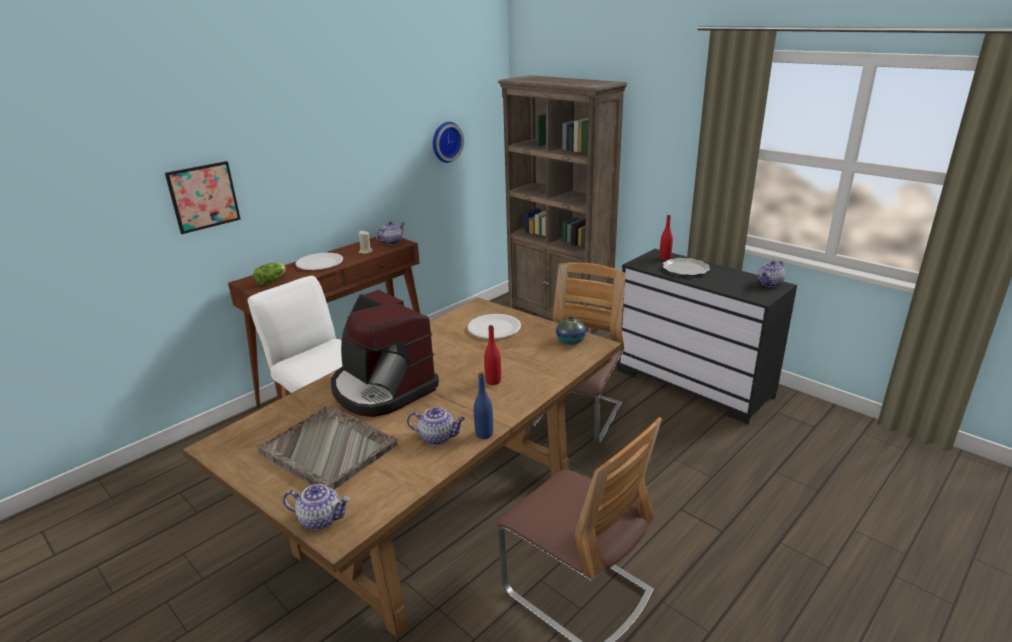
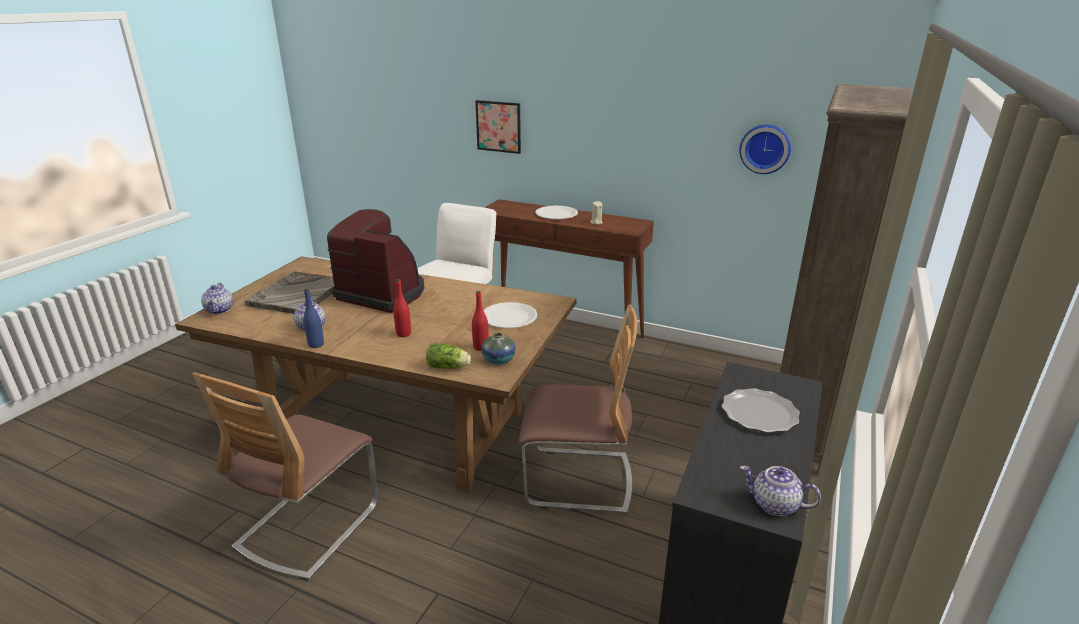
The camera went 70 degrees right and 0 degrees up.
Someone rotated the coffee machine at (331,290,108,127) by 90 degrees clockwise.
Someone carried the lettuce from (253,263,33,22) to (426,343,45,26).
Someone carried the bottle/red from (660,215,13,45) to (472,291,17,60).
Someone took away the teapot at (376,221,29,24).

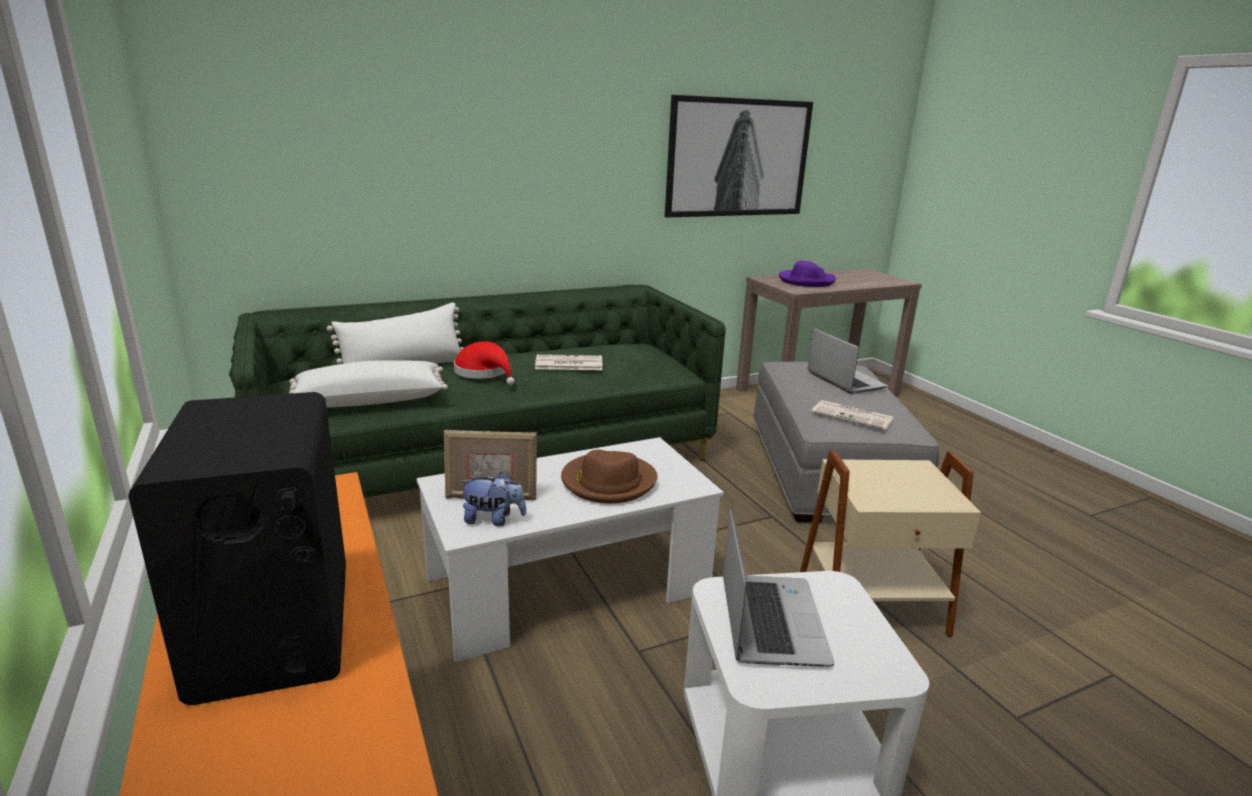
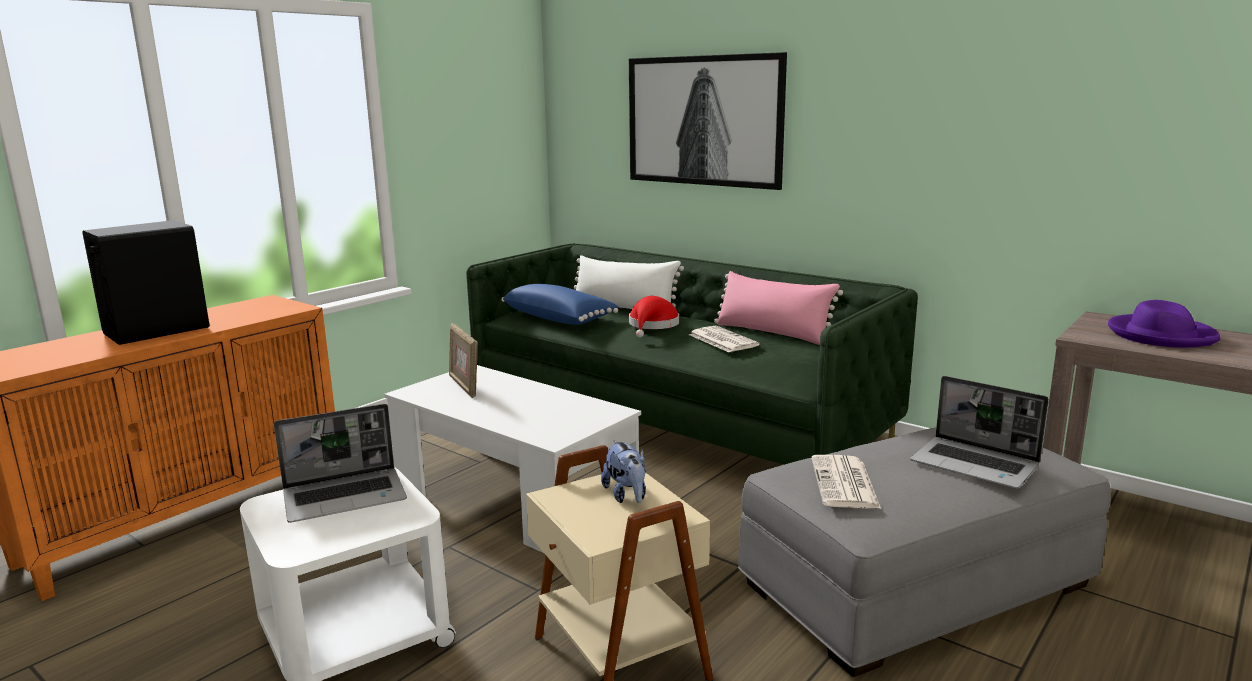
The camera went 65 degrees right and 5 degrees down.
Someone repainted the pillow/white at (289,360,159,48), which became the pillow/blue at (501,284,118,41).
Someone carried the plush toy from (459,472,67,54) to (601,440,45,63).
Someone carried the picture from (665,95,148,123) to (629,52,158,138).
Someone put down the pillow/pink at (714,271,129,74).
Someone rotated the laptop at (807,328,81,66) by 90 degrees clockwise.
Someone took away the hat/brown at (561,450,97,53).

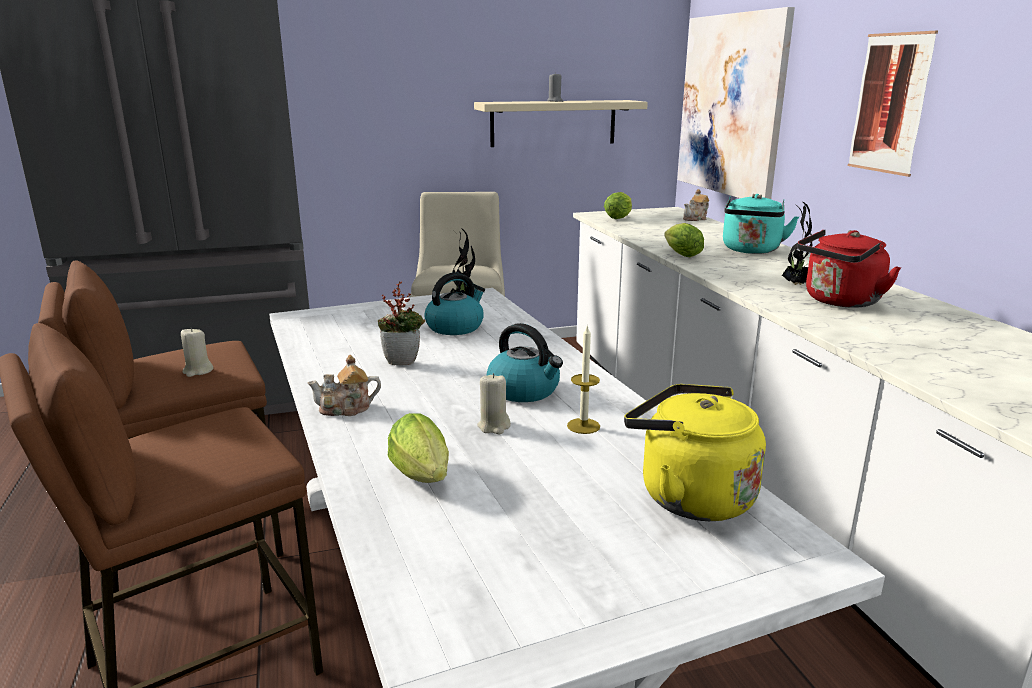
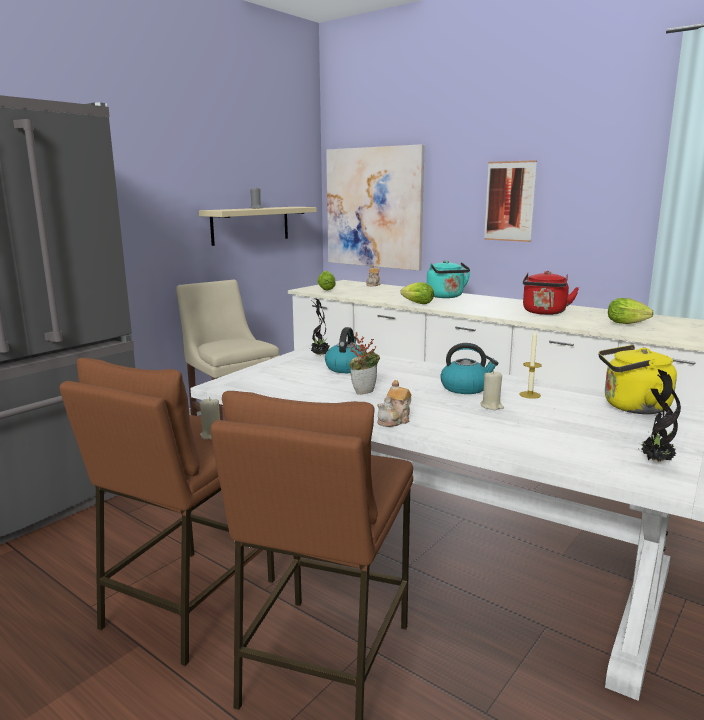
The camera went 35 degrees left and 5 degrees down.
Someone carried the lettuce from (388,413,61,70) to (608,298,46,26).
Someone carried the potted plant from (782,202,30,83) to (638,369,43,93).

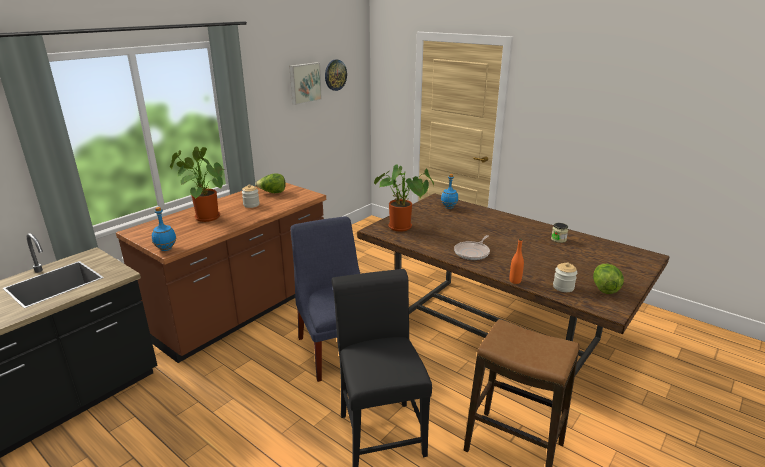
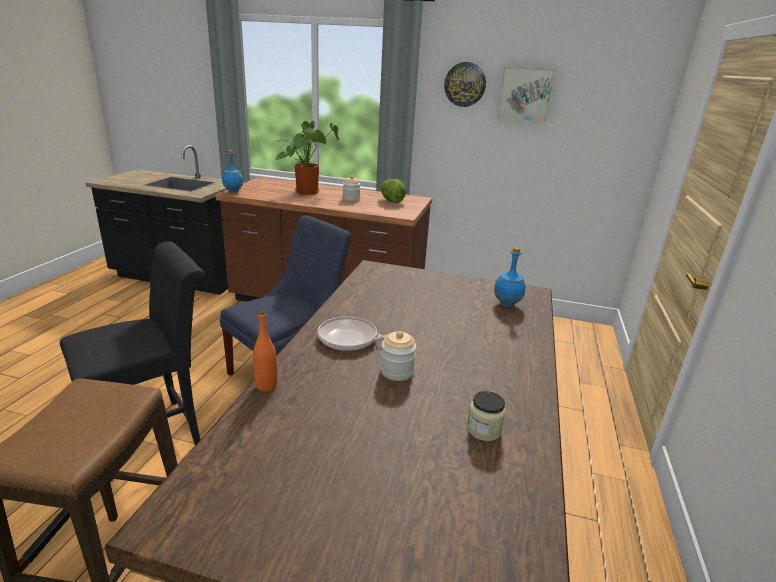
The camera went 65 degrees right and 0 degrees up.
Someone carried the jar from (553,262,24,30) to (380,331,36,50).
Someone carried the wall clock from (325,60,22,31) to (444,62,42,45).
Someone took away the potted plant at (374,164,60,68).
Someone took away the lettuce at (593,264,31,30).

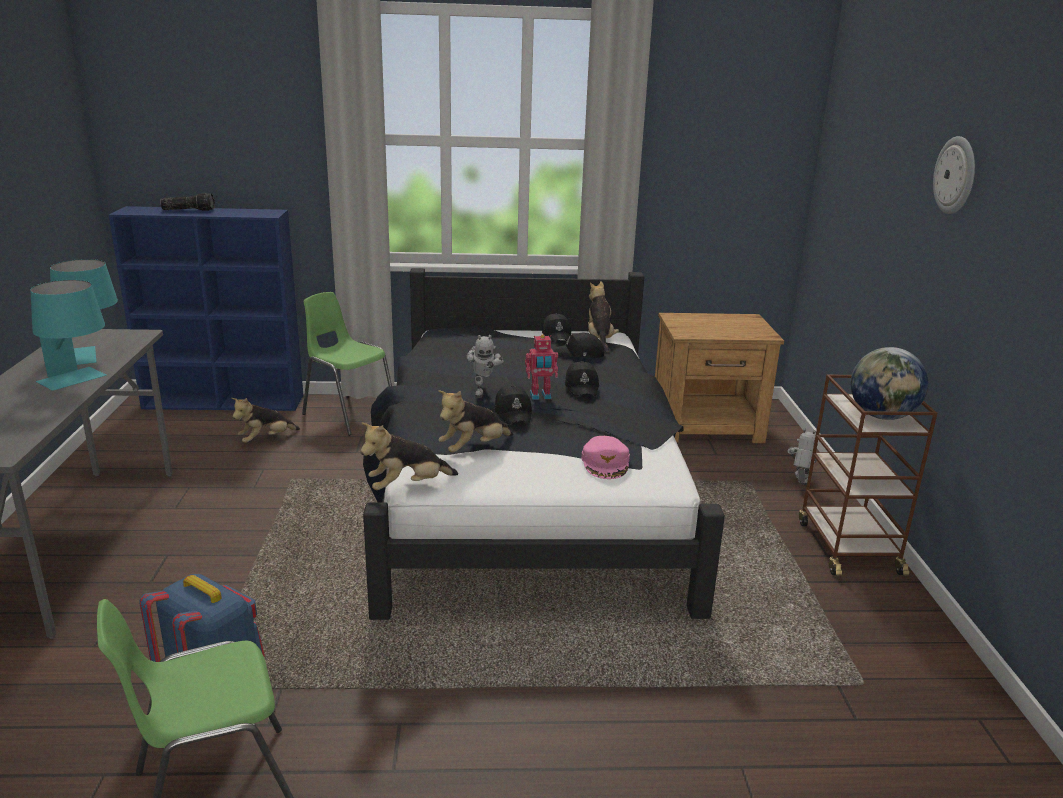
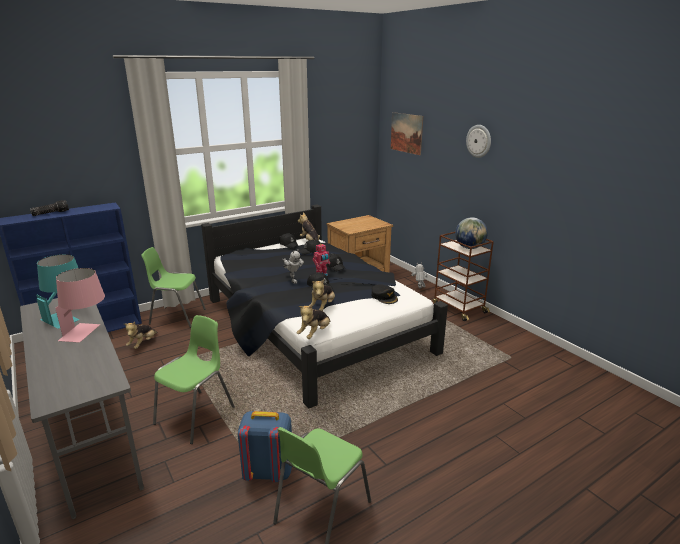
The camera went 30 degrees left and 0 degrees up.
Someone repainted the table lamp/turquoise at (30,280,76,111), which became the table lamp/pink at (55,268,50,74).
Someone put down the chair/green at (153,315,82,129).
Someone repainted the cap/pink at (581,436,49,43), which became the cap/black at (371,284,27,20).
Someone put up the picture at (391,112,32,43).

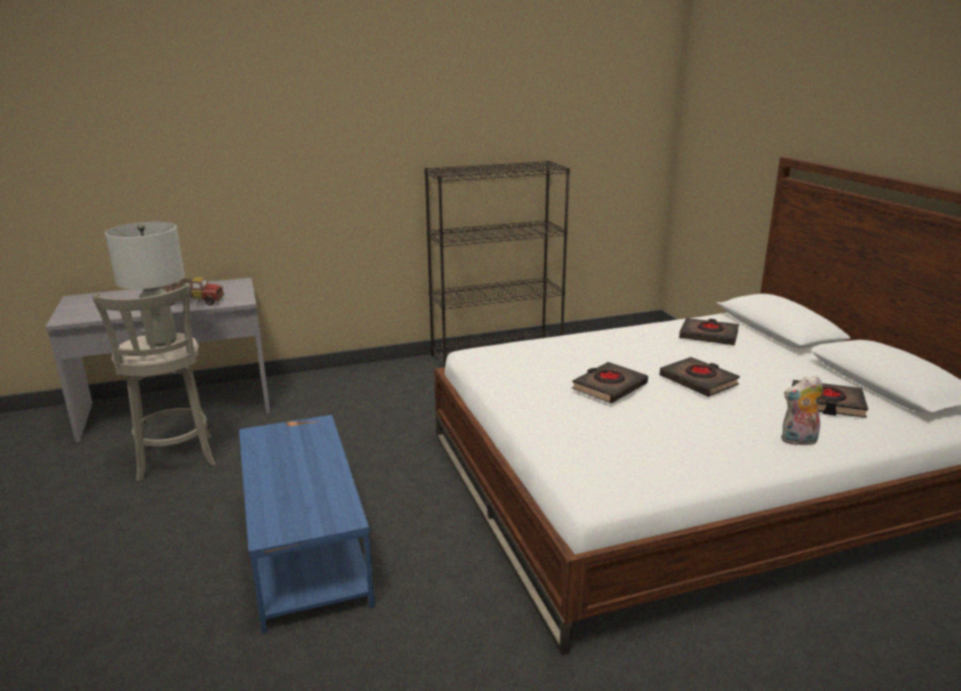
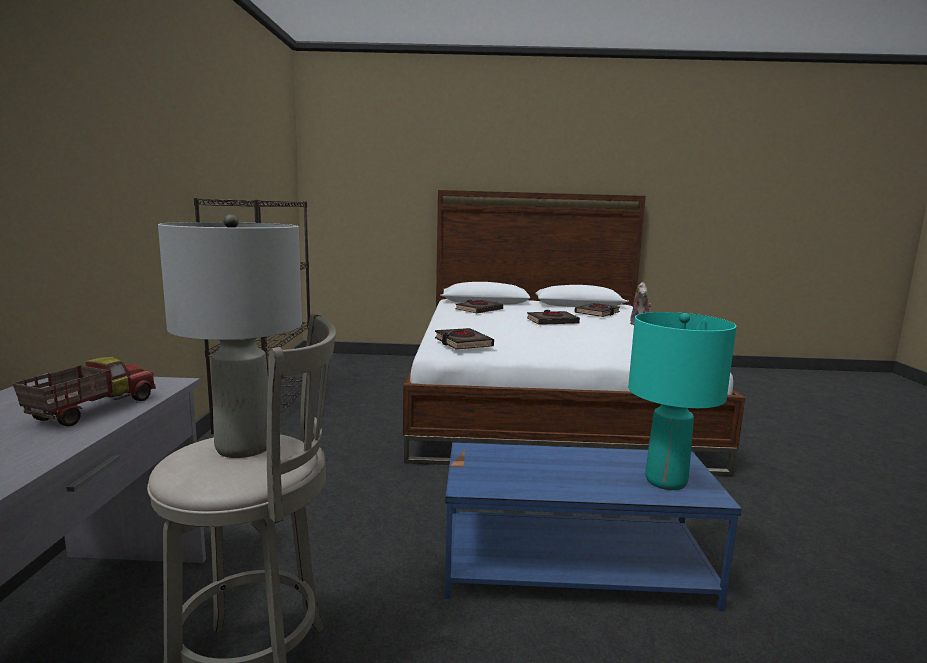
The camera went 70 degrees left and 10 degrees down.
Someone carried the book/black from (572,362,76,41) to (435,328,59,21).
Someone put down the table lamp/turquoise at (628,312,109,178).

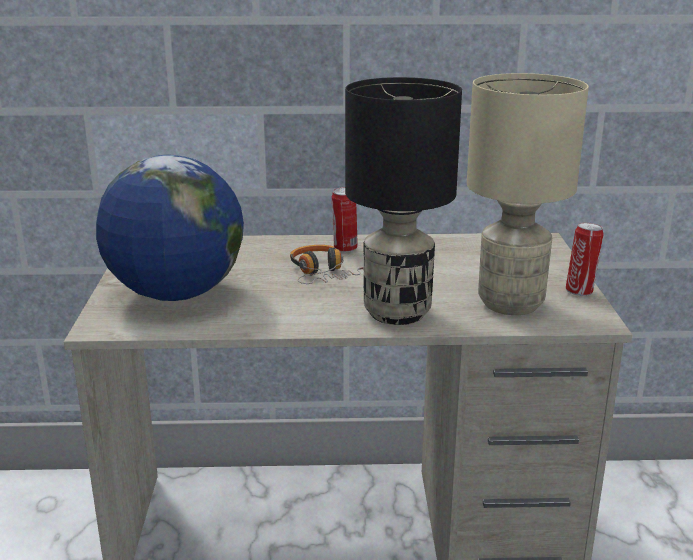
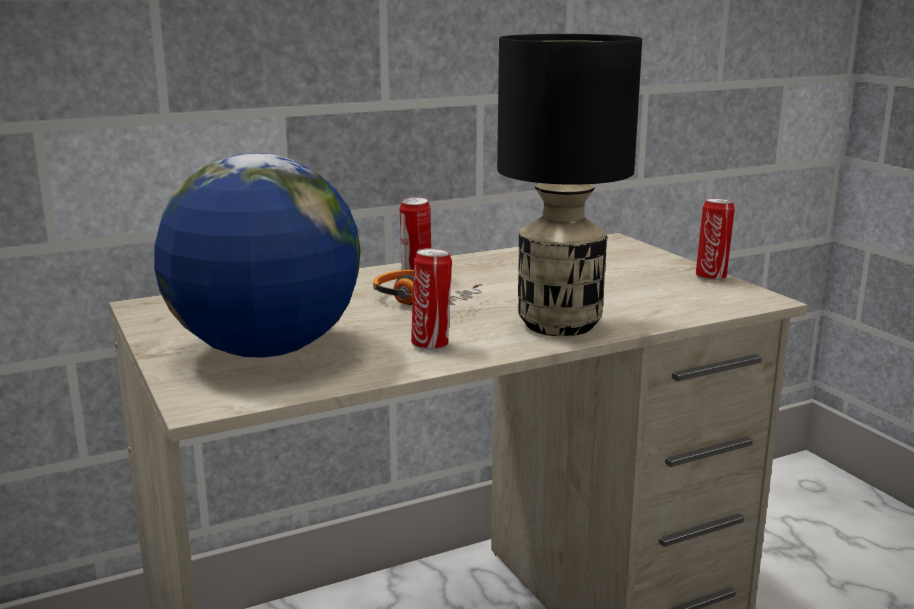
The camera went 25 degrees left and 5 degrees down.
Someone put down the can at (411,248,41,102).
Someone took away the table lamp/beige at (467,73,122,242).

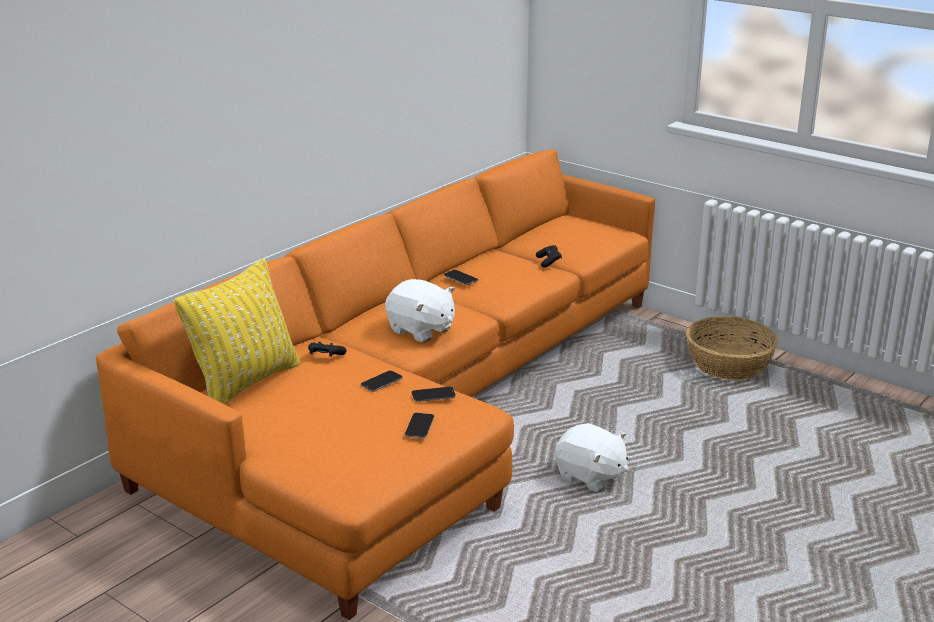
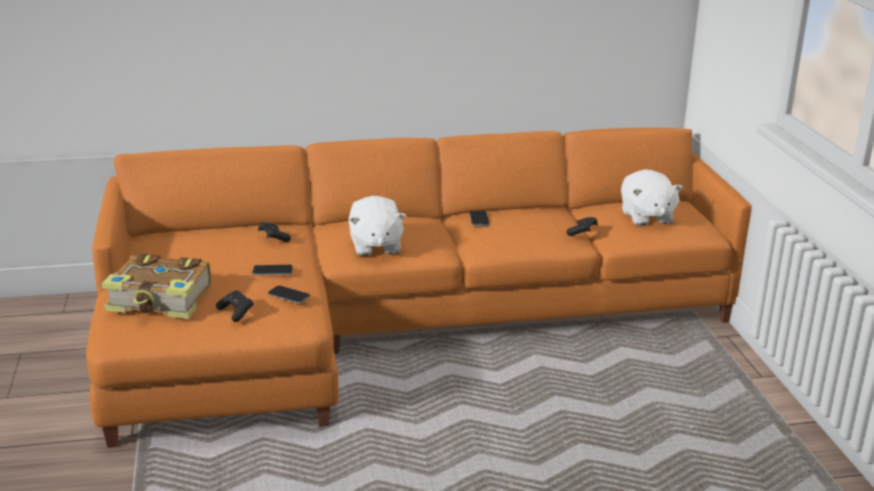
The camera went 40 degrees right and 0 degrees up.
Someone put down the book at (102,253,109,66).
Someone swapped the phone at (405,413,29,25) for the game controller/black at (216,291,38,31).
Someone carried the plush toy/white from (555,423,74,69) to (621,169,62,57).
Someone took away the pillow/yellow at (174,259,126,145).
Someone took away the basket at (686,316,92,64).

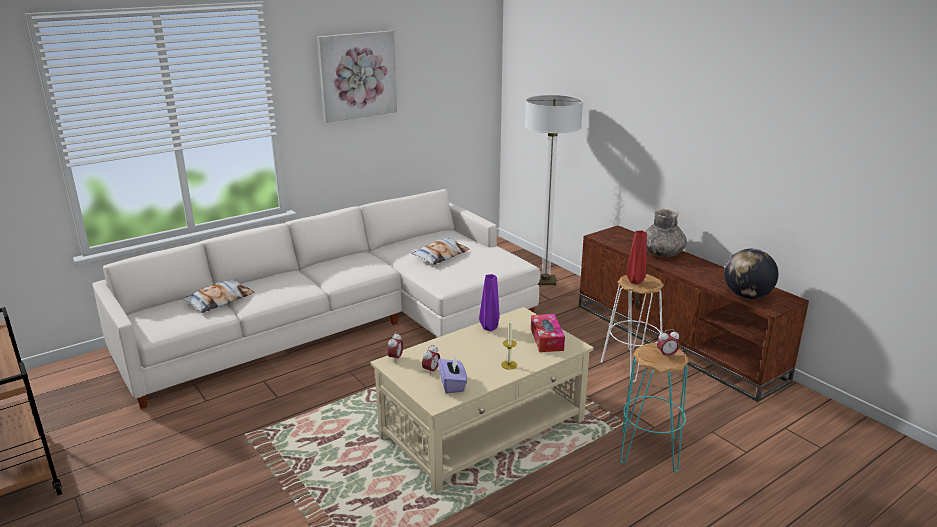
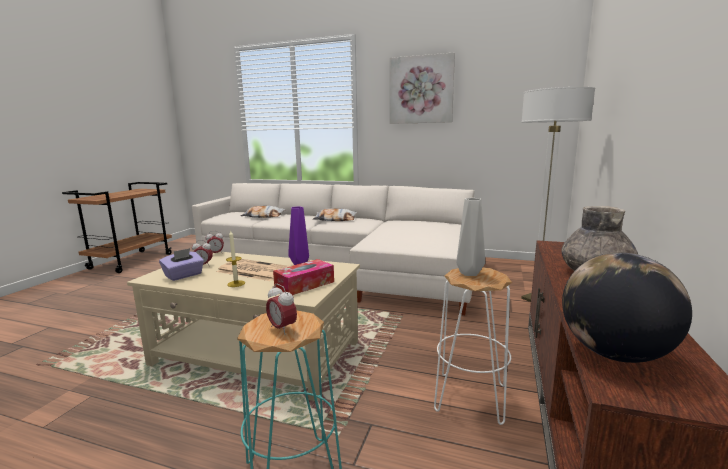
The camera went 55 degrees right and 10 degrees down.
Someone put down the newspaper at (217,259,72,22).
Someone carried the pillow from (412,238,57,27) to (313,208,45,13).
Someone repainted the vase/red at (626,230,21,54), which became the vase/grey at (456,198,29,78).

